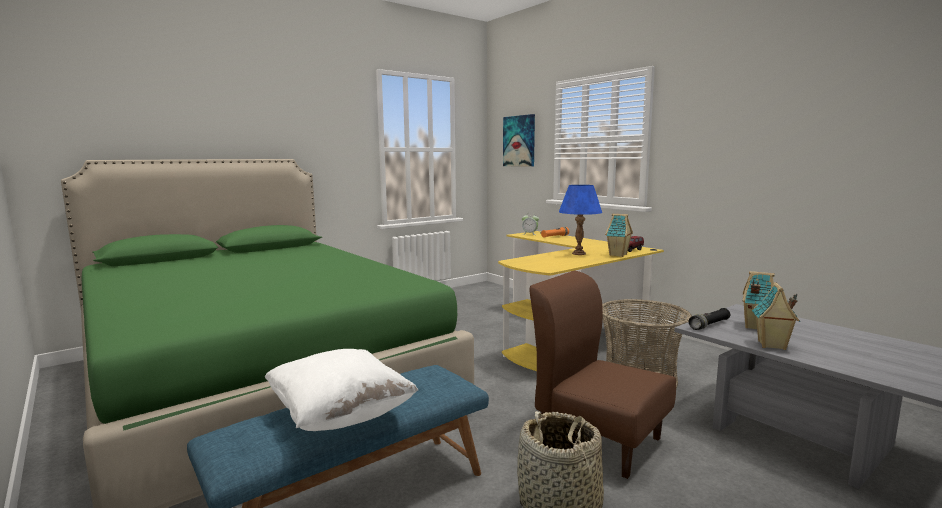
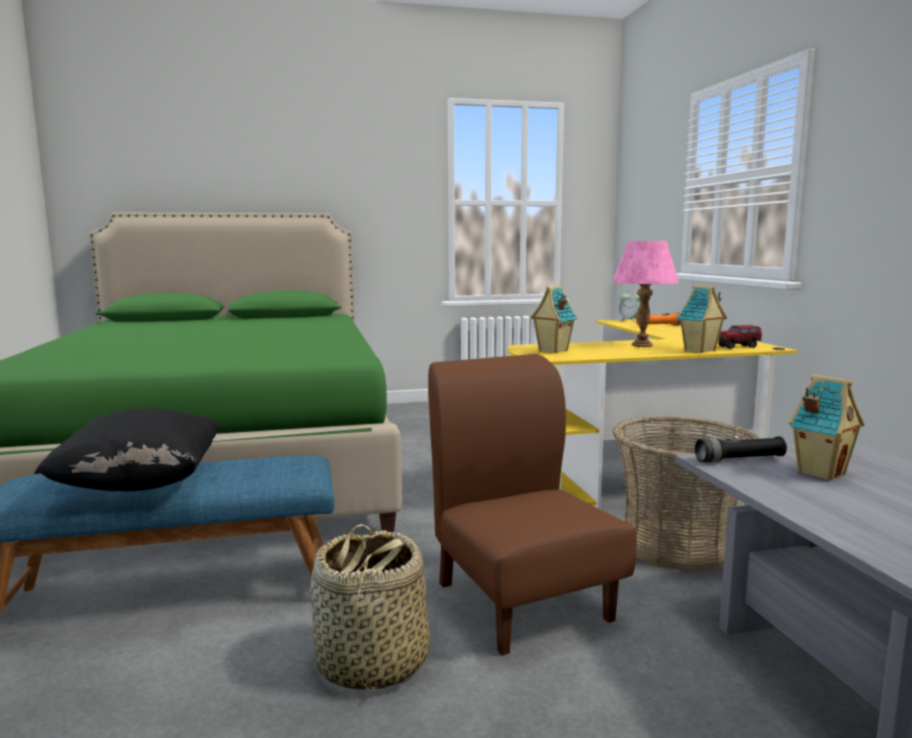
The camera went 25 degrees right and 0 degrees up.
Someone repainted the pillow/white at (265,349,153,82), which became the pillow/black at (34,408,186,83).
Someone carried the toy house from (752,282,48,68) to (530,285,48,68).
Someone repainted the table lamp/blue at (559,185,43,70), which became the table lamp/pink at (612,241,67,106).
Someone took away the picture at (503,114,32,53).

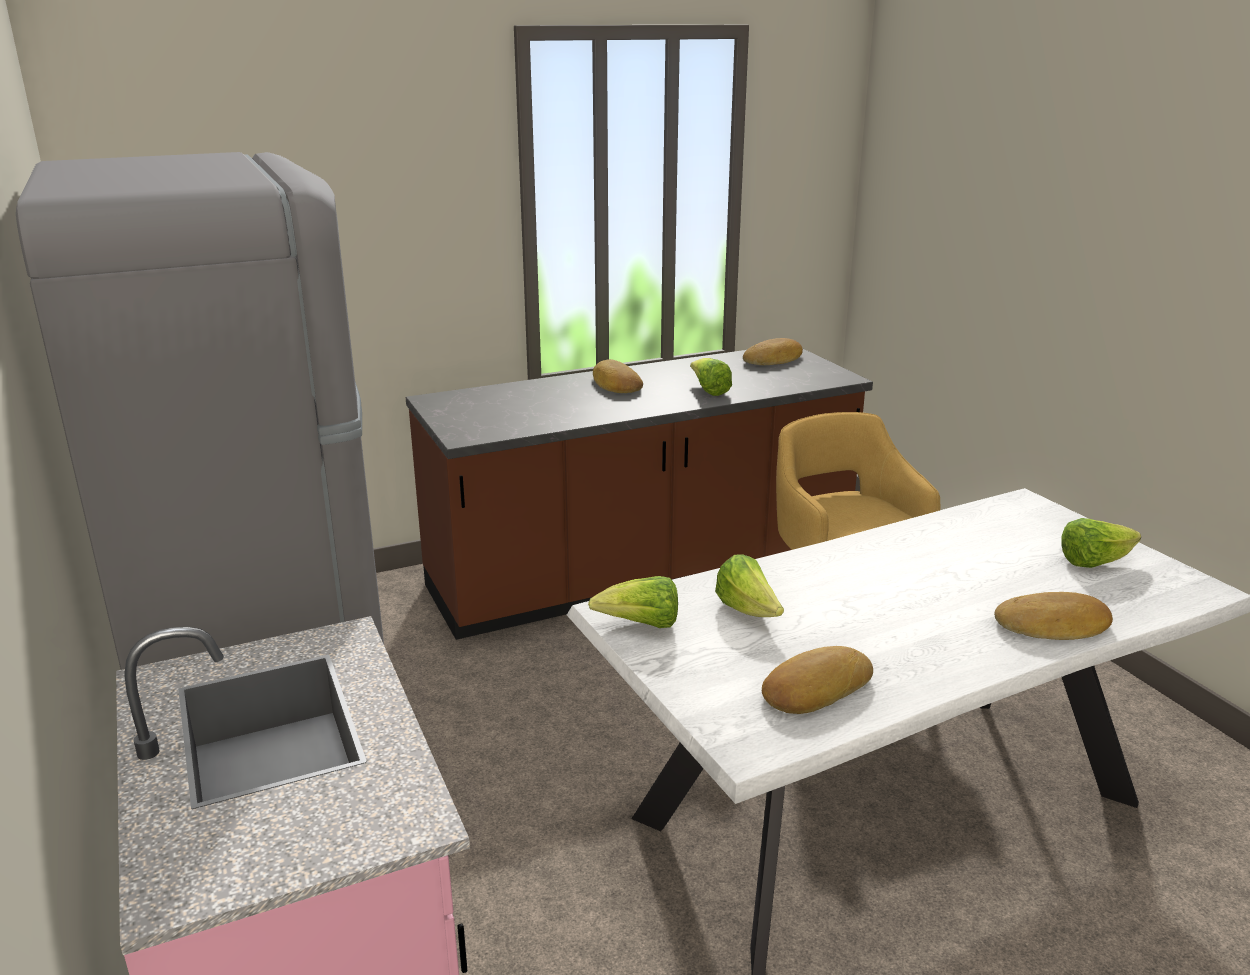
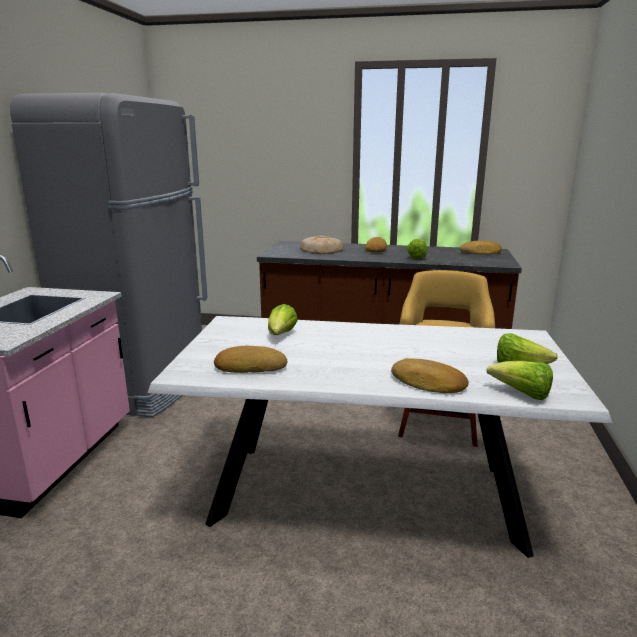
The camera went 35 degrees right and 5 degrees down.
Someone put down the bread at (300,236,44,18).
Someone carried the lettuce from (588,576,90,52) to (486,361,67,39).

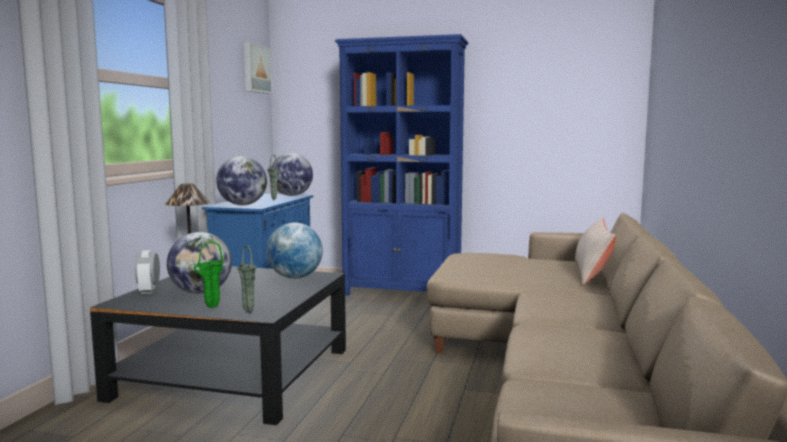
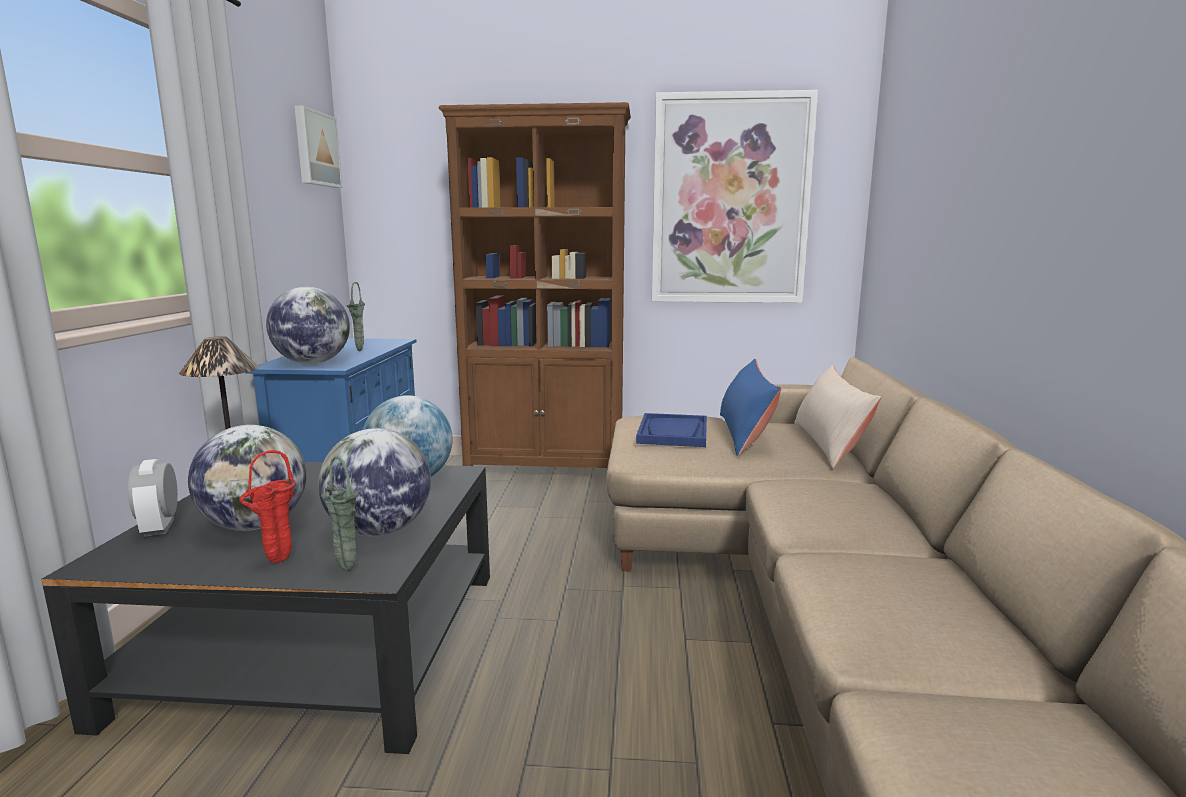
The camera went 10 degrees left and 5 degrees up.
Someone repainted the vase/green at (194,242,30,66), which became the vase/red at (239,450,56,113).
Someone carried the globe from (271,153,42,43) to (318,428,113,108).
Someone repainted the bookcase/blue at (335,34,133,262), which became the bookcase/brown at (438,102,193,366).
Someone put down the tray/blue at (636,413,71,34).
Someone put up the picture at (652,90,166,213).
Someone put down the pillow/blue at (720,359,61,97).

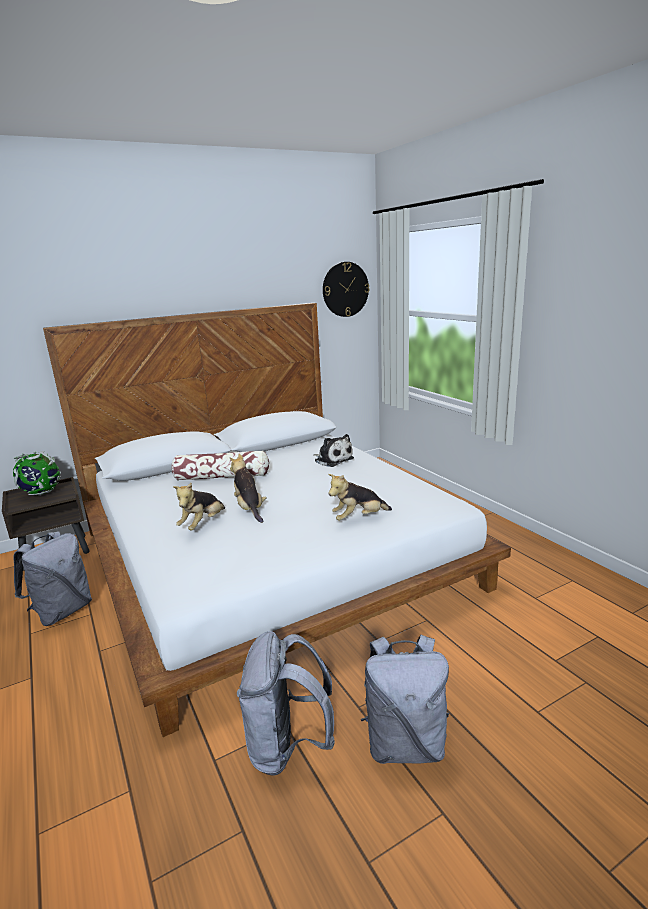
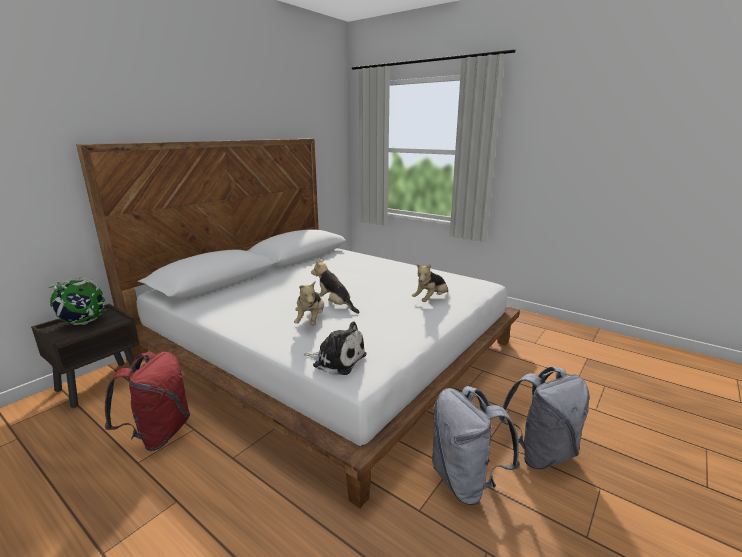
The camera went 25 degrees left and 0 degrees up.
Someone repainted the backpack/grey at (13,531,79,95), which became the backpack/red at (105,351,85,100).
Someone carried the plush toy from (313,434,41,33) to (304,321,62,54).
Someone took away the pillow at (171,450,98,31).
Someone took away the wall clock at (323,262,46,55).

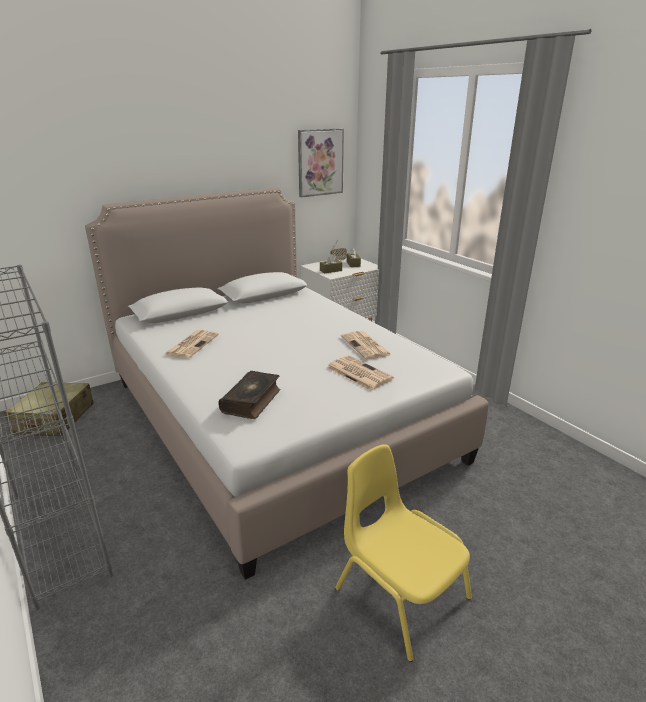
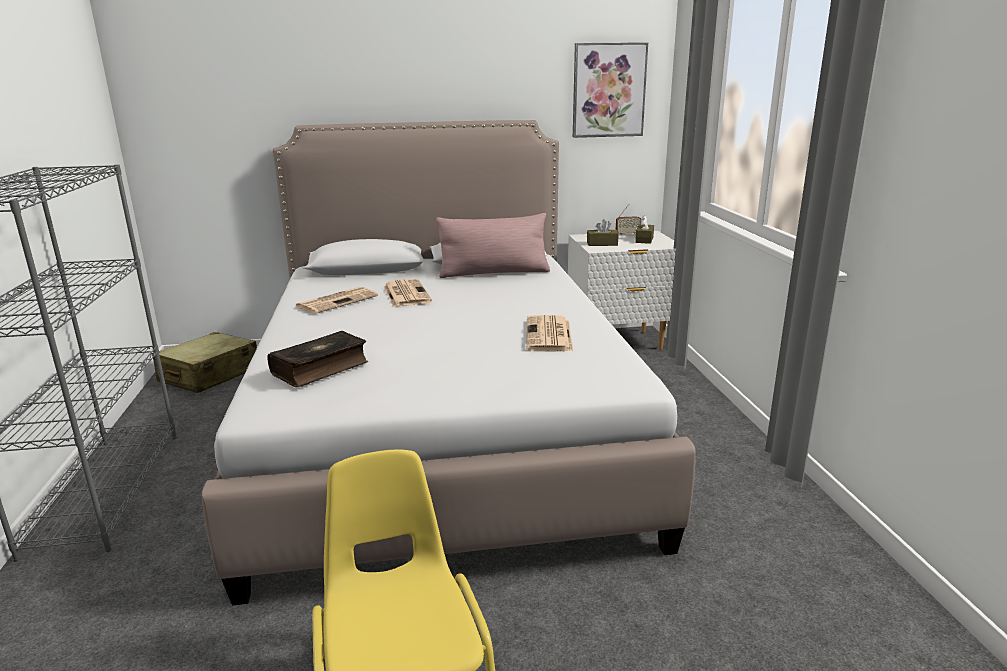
The camera went 25 degrees right and 5 degrees down.
Someone carried the newspaper from (327,355,67,36) to (383,279,49,28).
Someone put down the pillow/pink at (436,213,114,65).

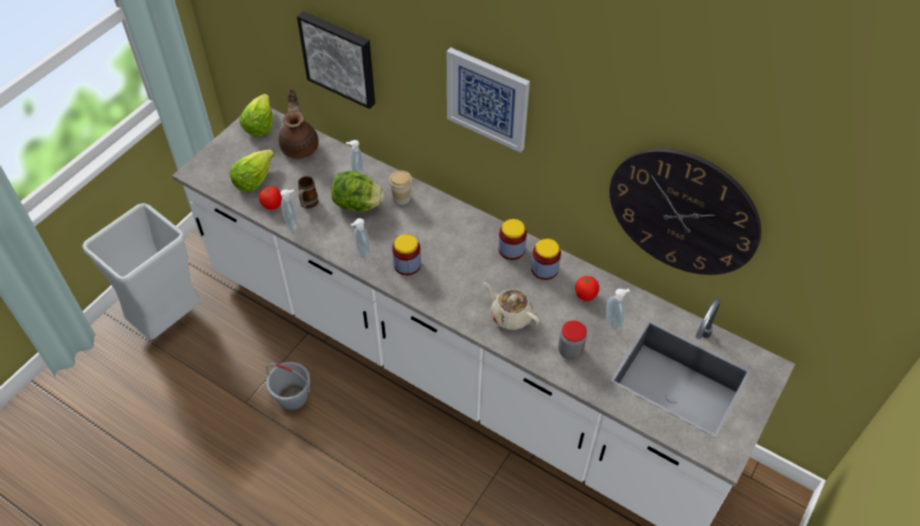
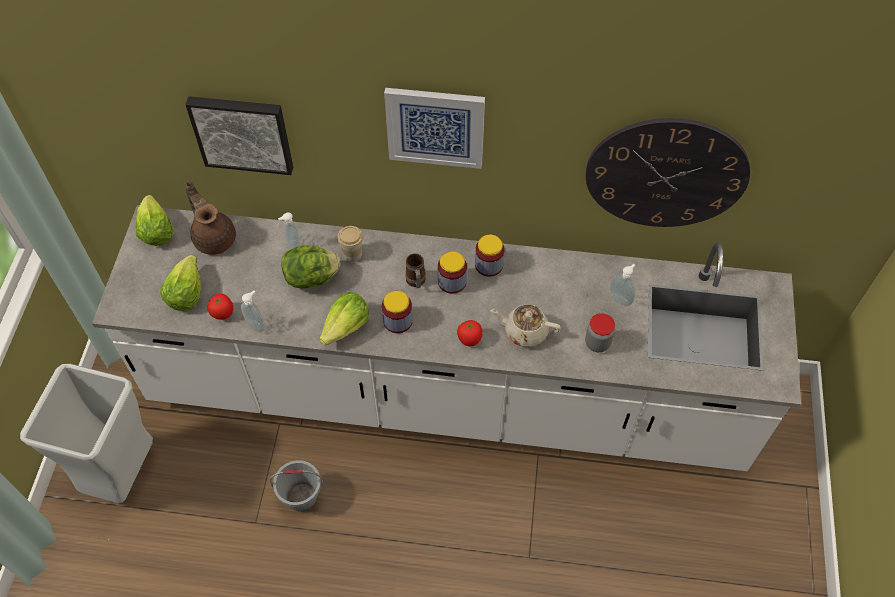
The camera went 25 degrees left and 5 degrees up.
Someone swapped the soap dispenser at (351,218,19,41) for the lettuce at (319,292,50,53).
Someone carried the mug from (298,176,21,33) to (405,253,21,35).
Someone carried the jar from (531,239,30,41) to (438,251,29,43).
Someone carried the tomato from (575,276,24,25) to (457,320,26,26).

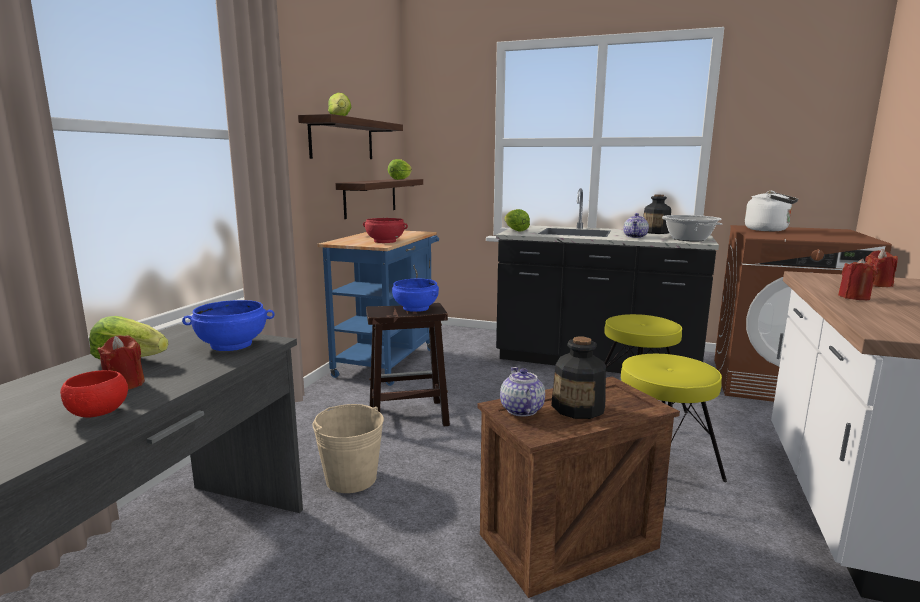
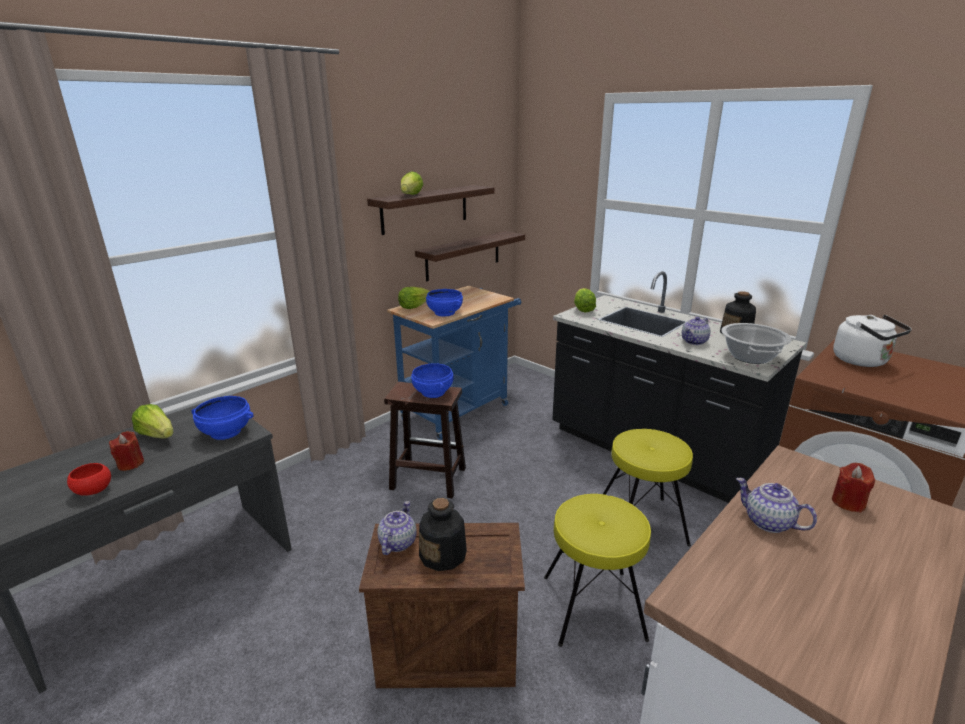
The camera went 25 degrees right and 10 degrees up.
Someone carried the lettuce from (388,159,24,21) to (398,287,32,22).
Someone repainted the bowl/red at (363,218,45,25), which became the bowl/blue at (426,289,37,28).
Someone swapped the candle/red at (838,259,39,41) for the teapot at (736,478,81,55).
Someone took away the bucket/beige at (312,404,72,89).

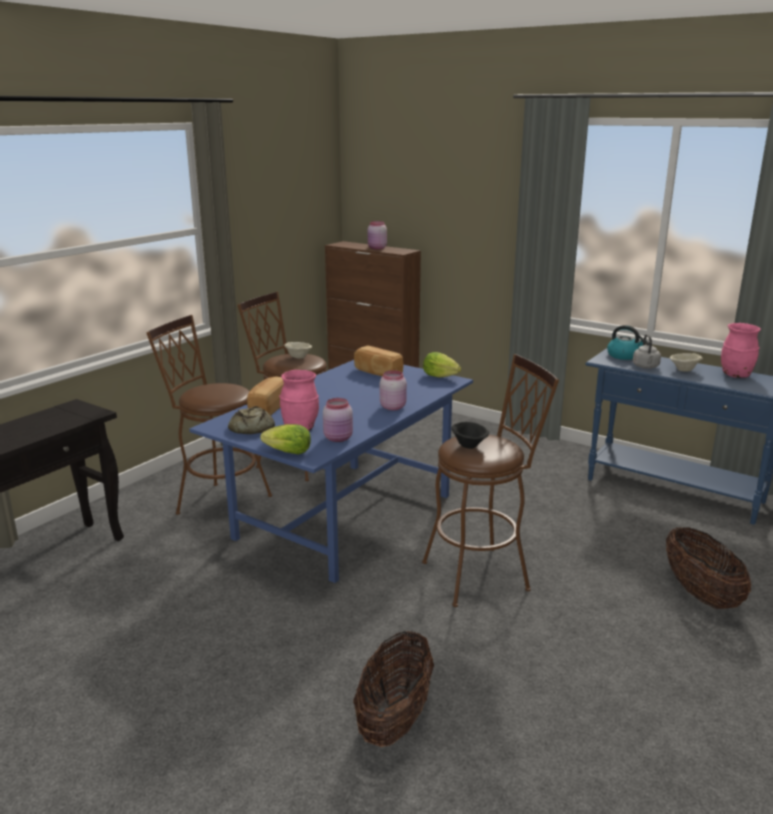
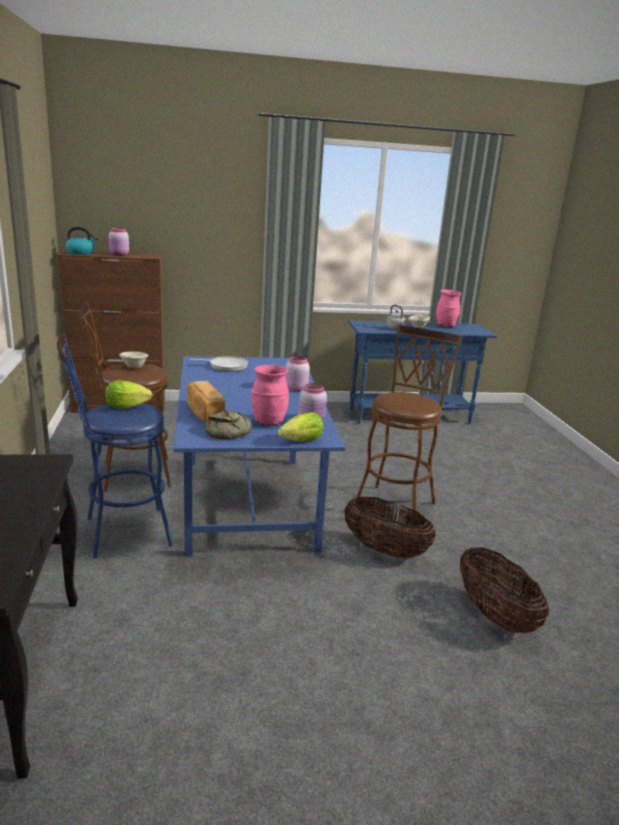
The camera went 45 degrees left and 0 degrees up.
Someone repainted the stool/brown at (146,315,126,200), which became the stool/blue at (57,333,116,225).
Someone carried the kettle from (607,325,40,35) to (65,226,33,29).
Someone carried the lettuce from (423,352,38,25) to (105,380,48,28).
Someone swapped the bread at (354,345,50,31) for the frying pan at (190,356,58,16).
Someone carried the basket from (666,527,85,82) to (344,497,92,62).
Someone took away the bowl/black at (451,422,38,27).

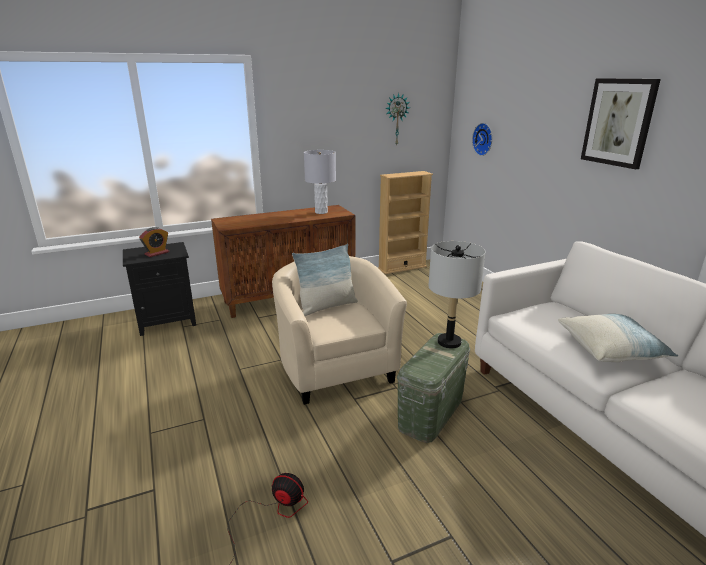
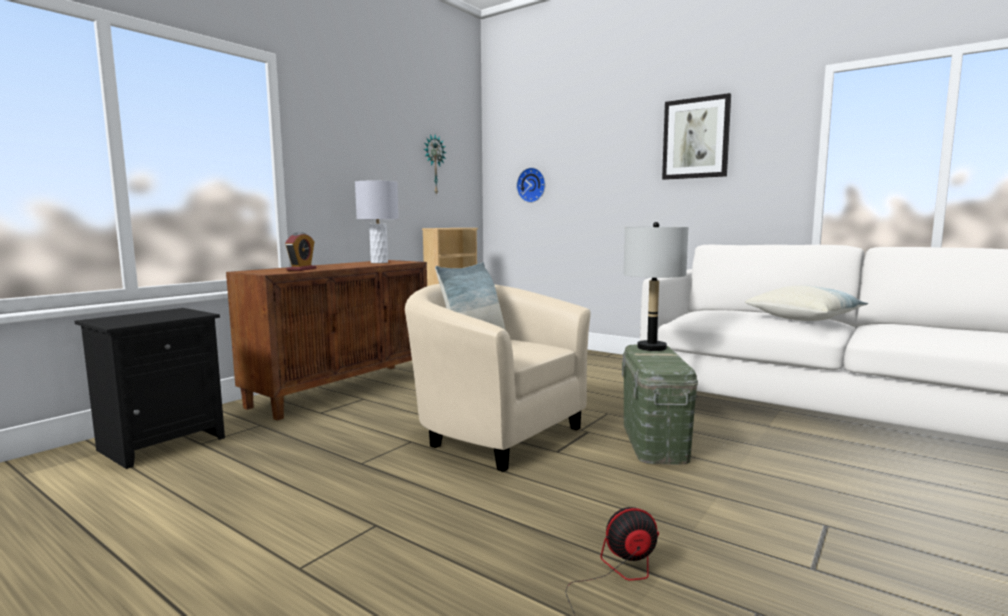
The camera went 30 degrees left and 15 degrees down.
Someone carried the alarm clock from (139,227,30,30) to (285,232,31,39).

